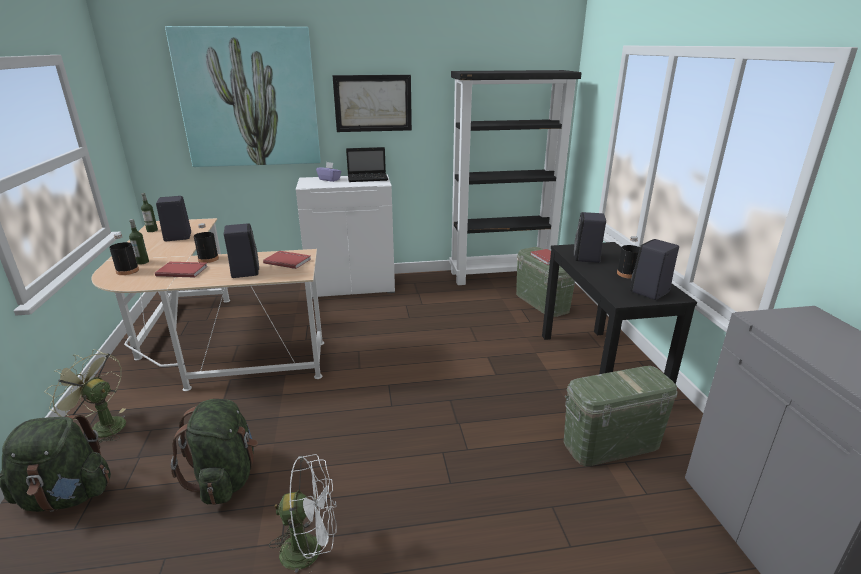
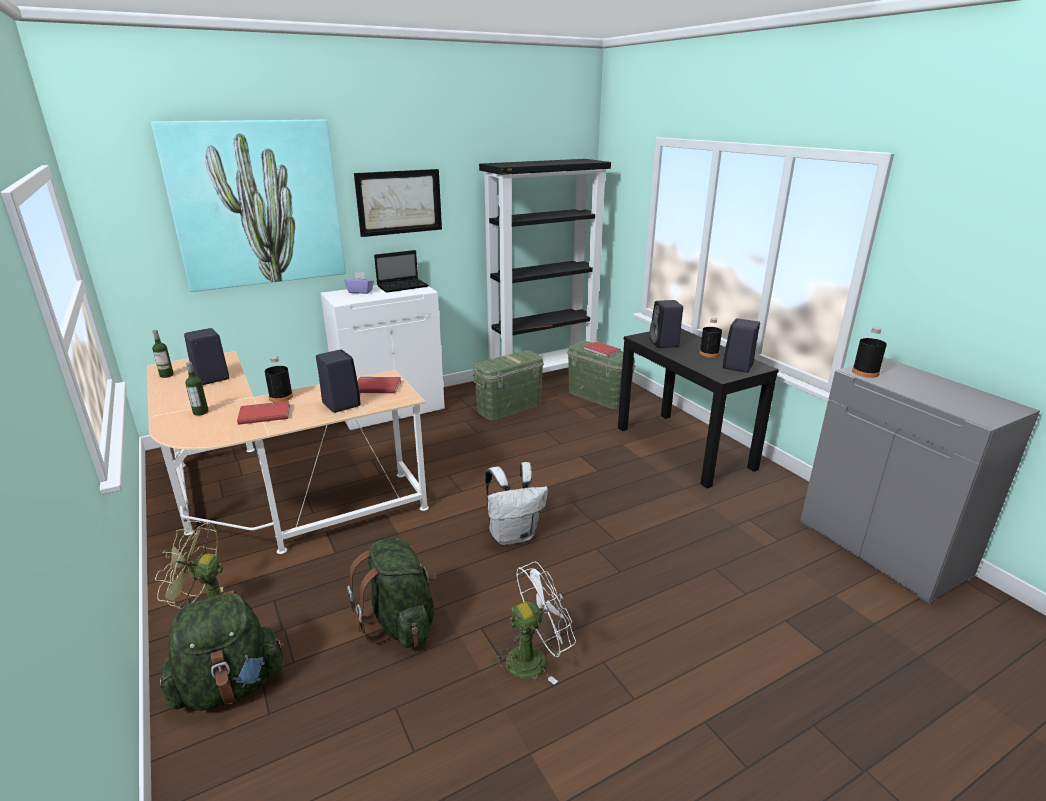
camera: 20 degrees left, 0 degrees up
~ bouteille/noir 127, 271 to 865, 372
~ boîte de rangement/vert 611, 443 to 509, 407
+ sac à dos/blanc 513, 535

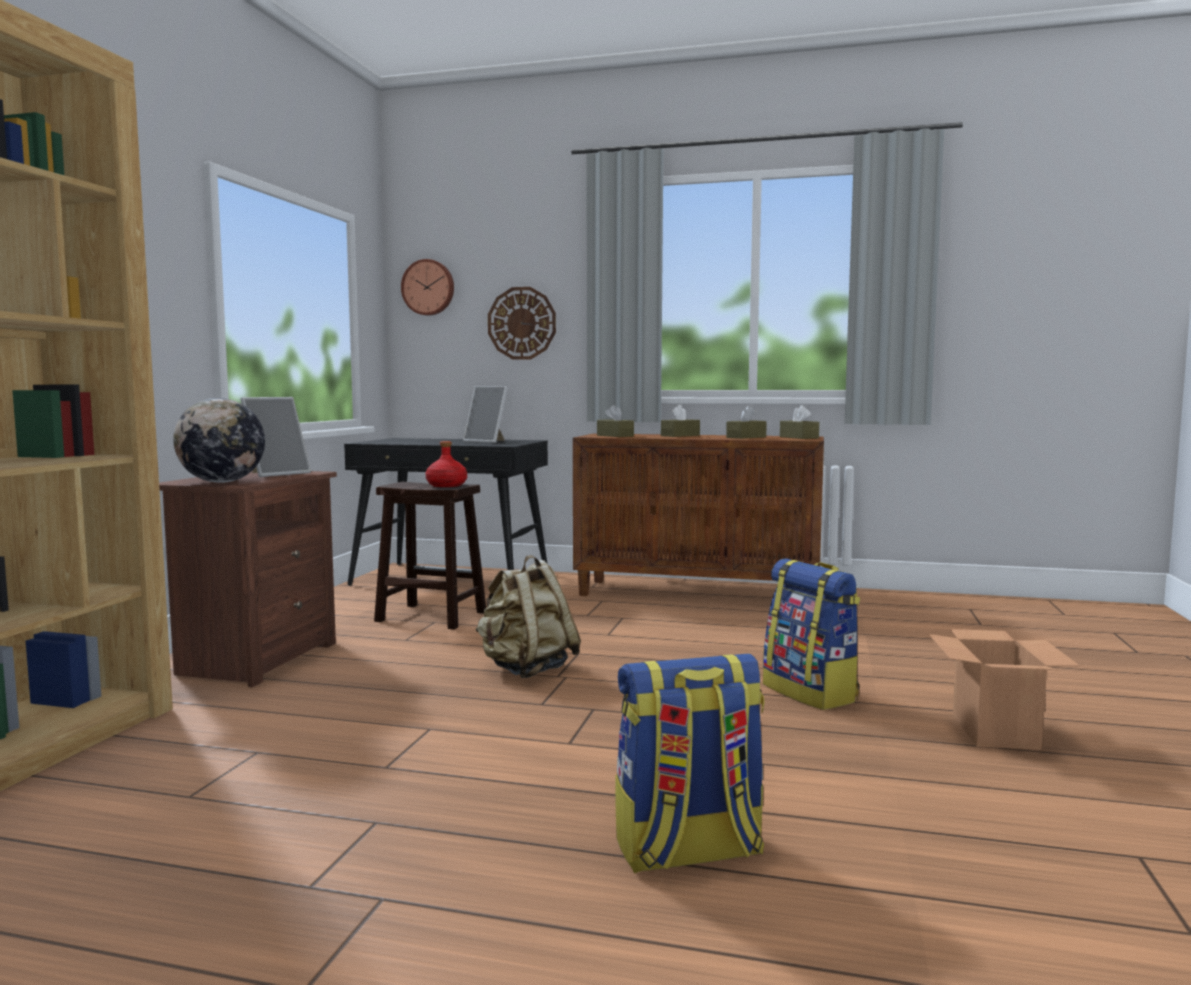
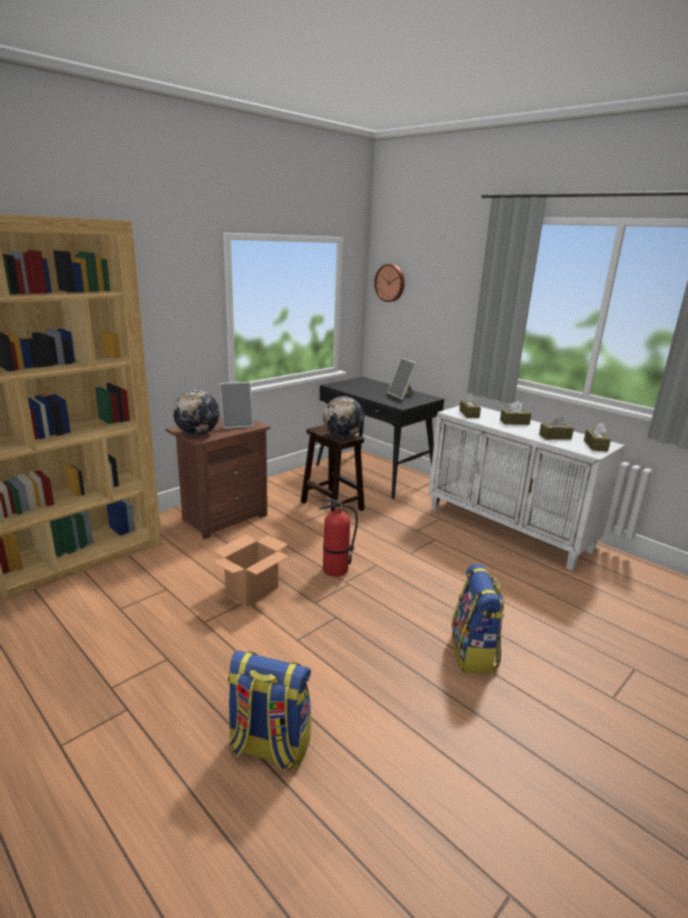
camera: 30 degrees right, 15 degrees up
- horloge murale 522, 323
~ meuble de rangement/marron 698, 594 to meuble de rangement/blanc 509, 529
~ bouteille/rouge 446, 485 to globe 342, 436
~ sac à dos/beige 526, 670 to extincteur 335, 570
~ carton 993, 731 to 252, 590

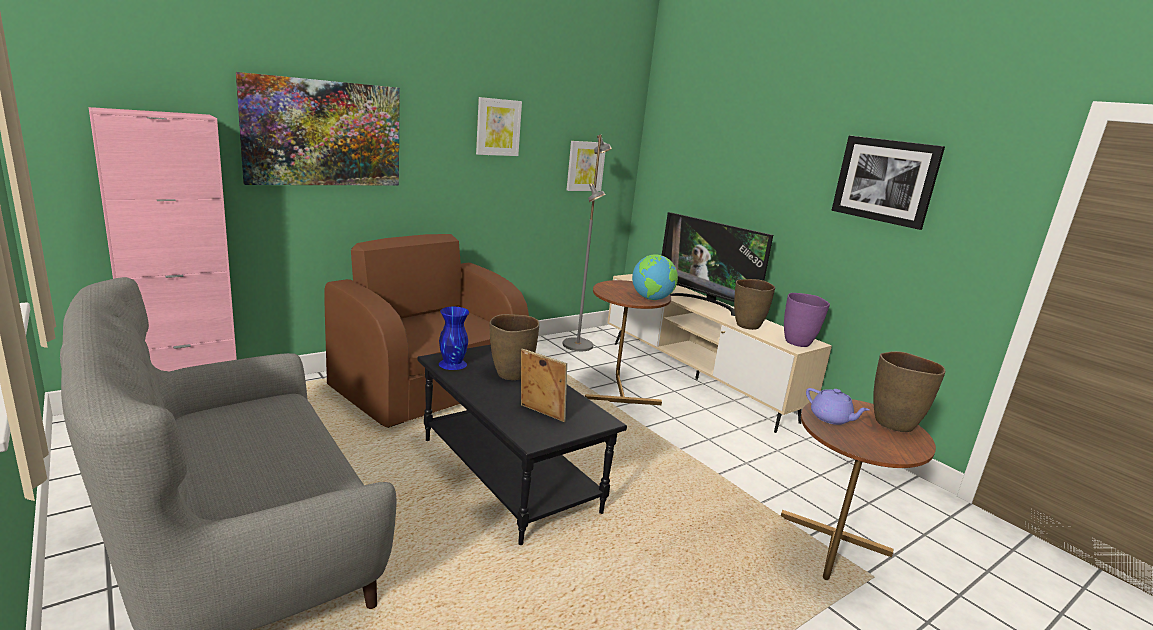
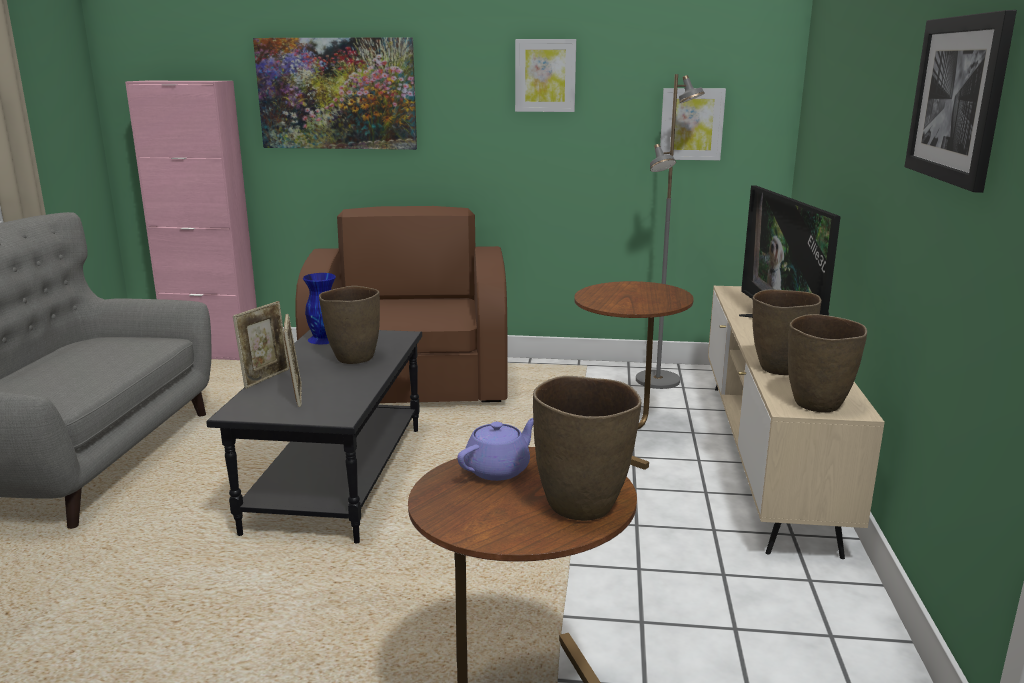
camera: 45 degrees right, 0 degrees up
- globe 652, 299
~ vase/violet 798, 343 to vase/marron 818, 405
~ théière/violet 831, 418 = 498, 469 135 degrees counterclockwise
+ cadre photo 266, 378

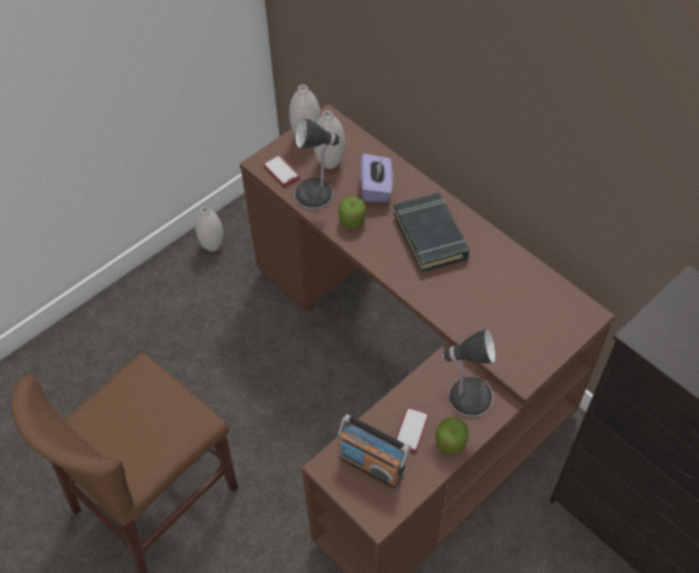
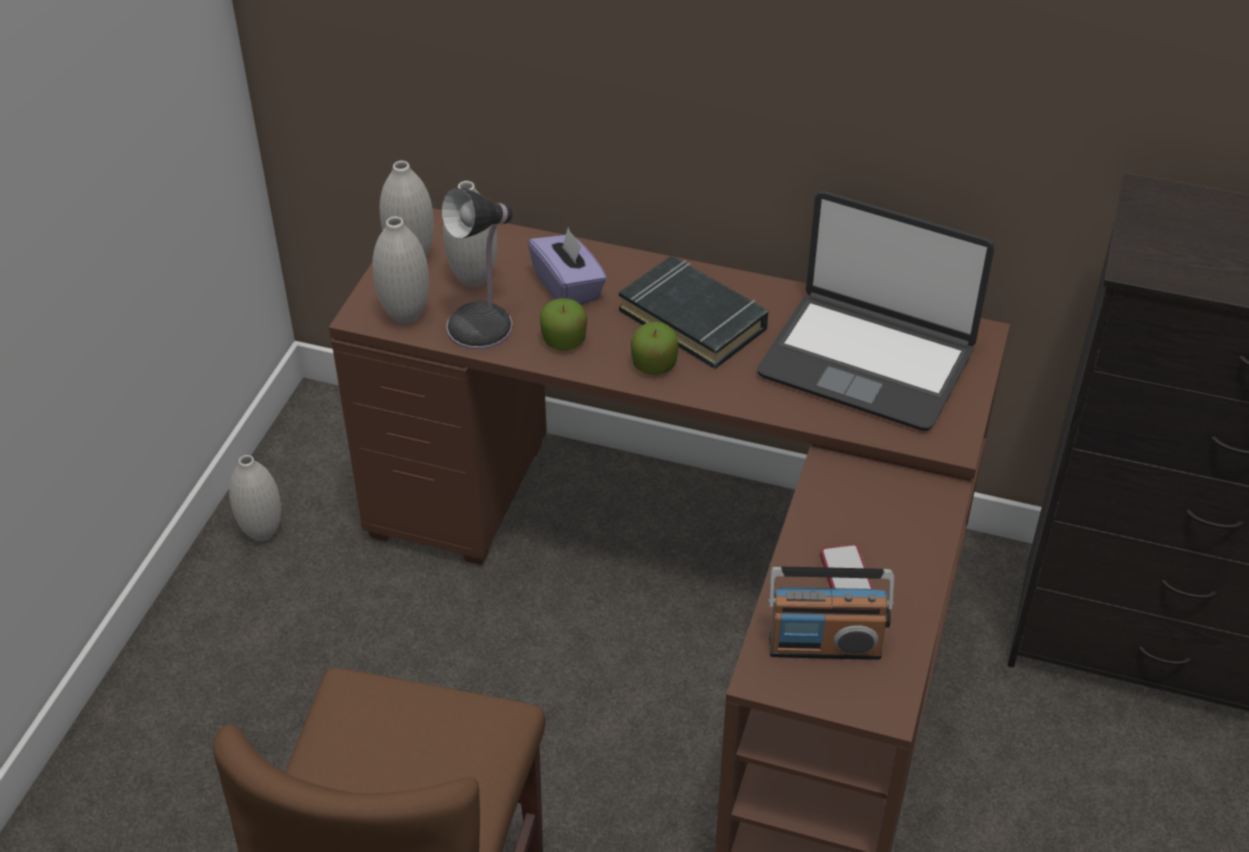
camera: 30 degrees left, 10 degrees down
~ téléphone 281, 172 to vase/blanc 406, 316
- lampe de table 467, 396
~ pomme 450, 442 to 654, 364
+ ordinateur portable 867, 361

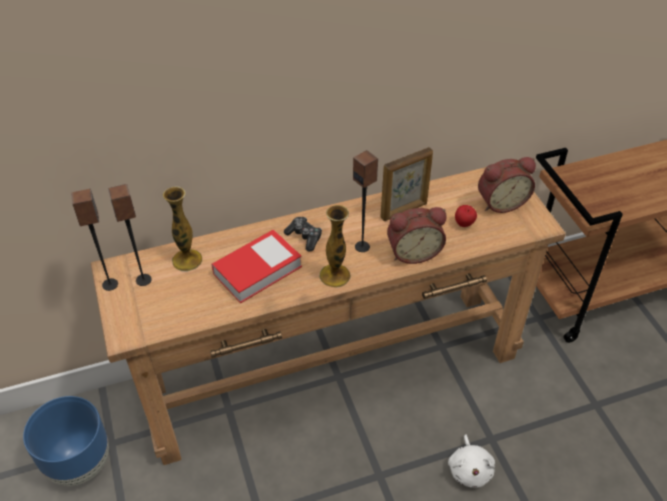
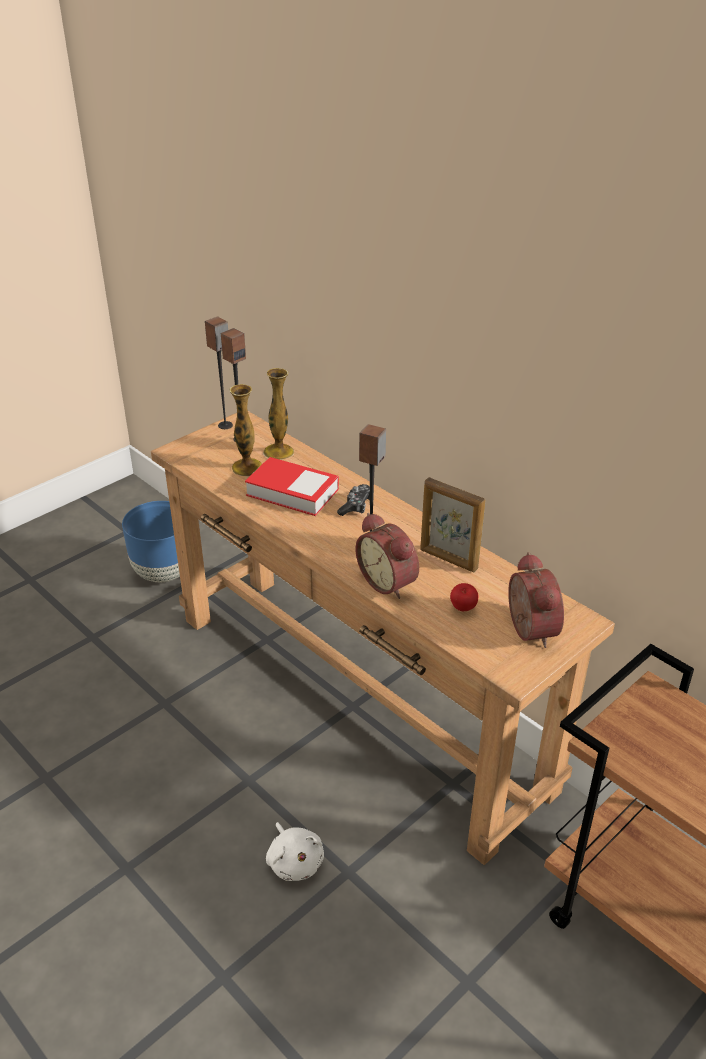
camera: 65 degrees right, 10 degrees down
~ réveil 500, 202 = 527, 630 150 degrees counterclockwise
~ vase 334, 276 to 247, 467
~ peluche/blanc 470, 469 = 295, 861 90 degrees counterclockwise

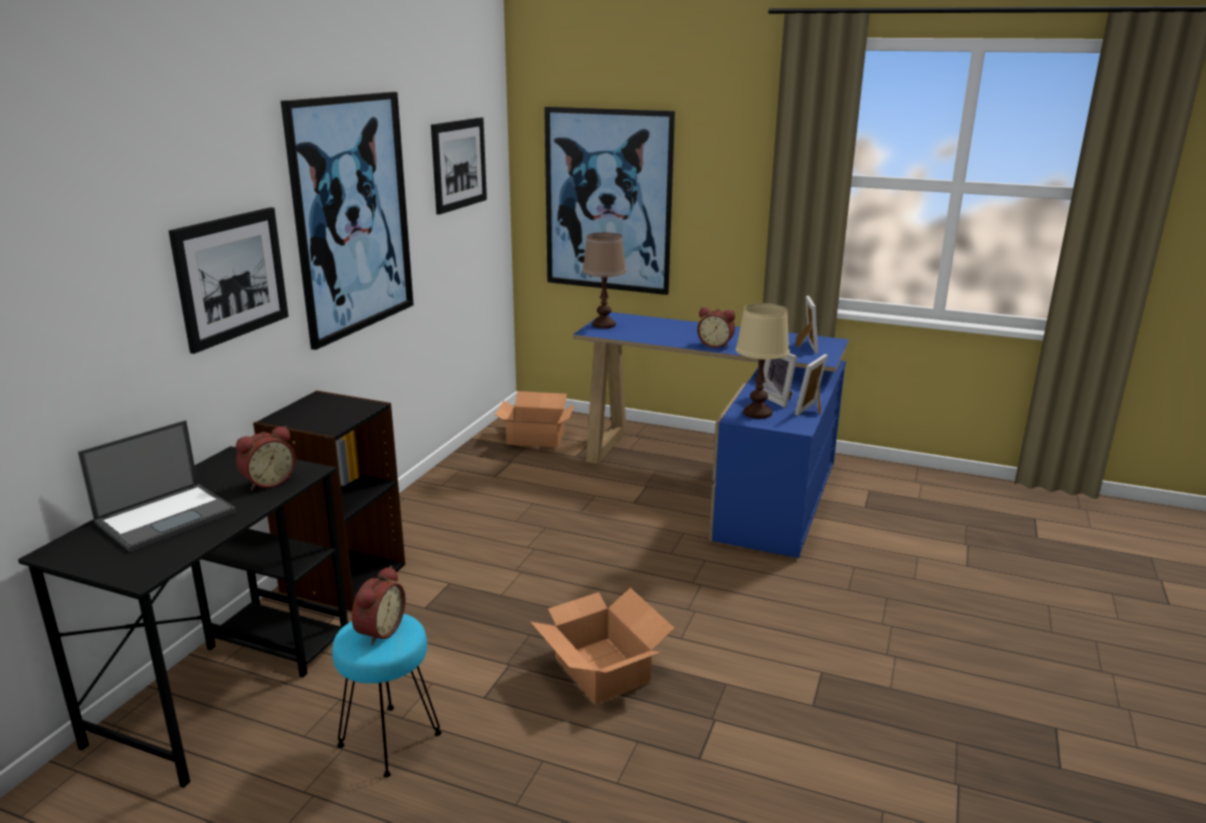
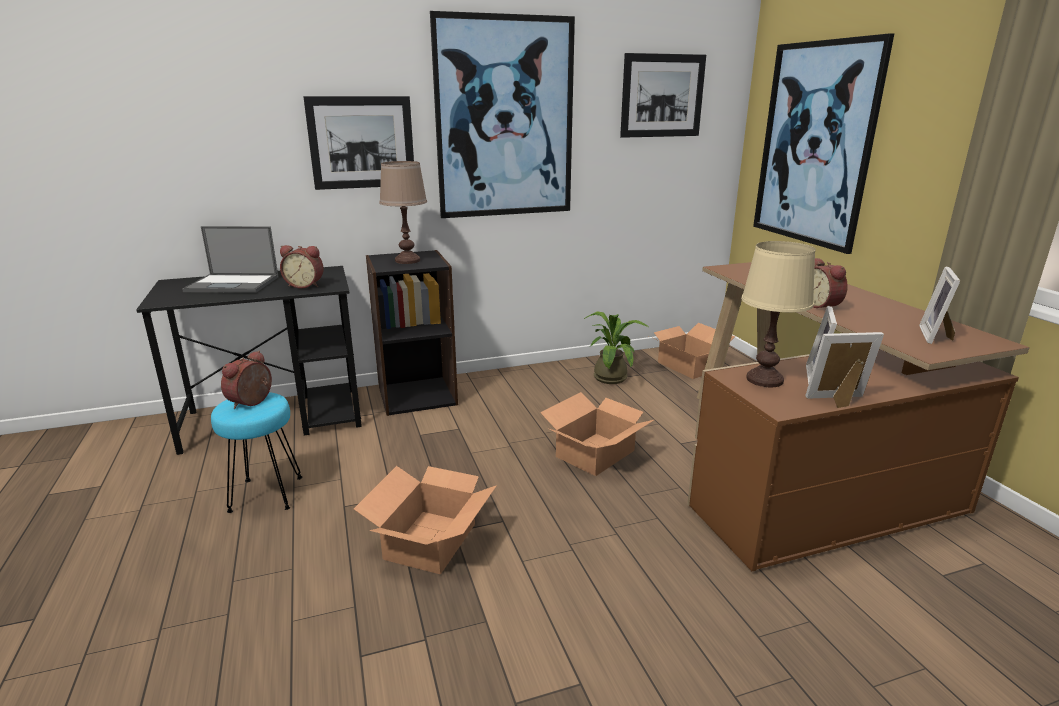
camera: 50 degrees right, 0 degrees up
~ lampe de table/marron 604, 325 to 408, 261
~ cadre photo 805, 347 = 936, 336 150 degrees clockwise
~ bureau/bleu 720, 478 to bureau/marron 801, 464
~ réveil 378, 630 = 252, 402 135 degrees clockwise
+ plante en pot 611, 376
+ carton 596, 454

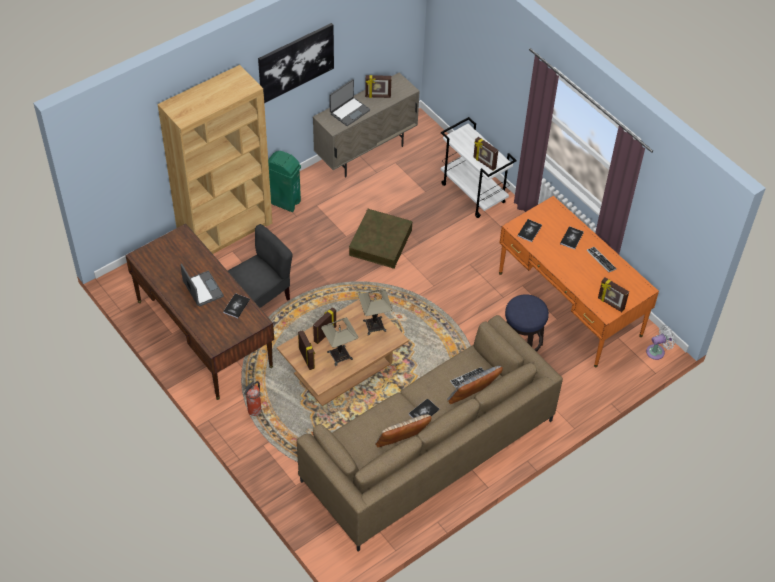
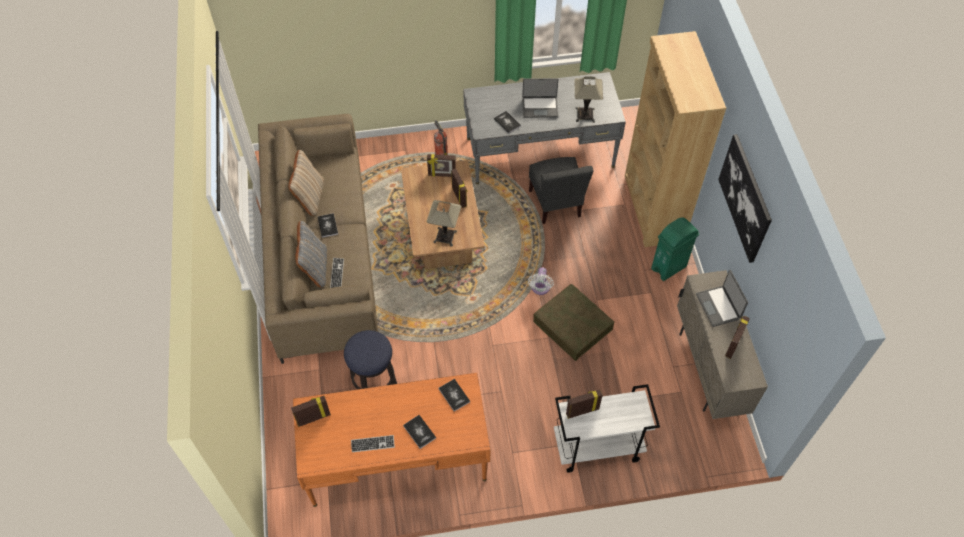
camera: 120 degrees right, 5 degrees up
~ bureau/marron 204, 334 to bureau/gris 540, 152
~ lampe de table 340, 355 to 585, 115
~ ventilateur/blanc 657, 351 to 540, 289

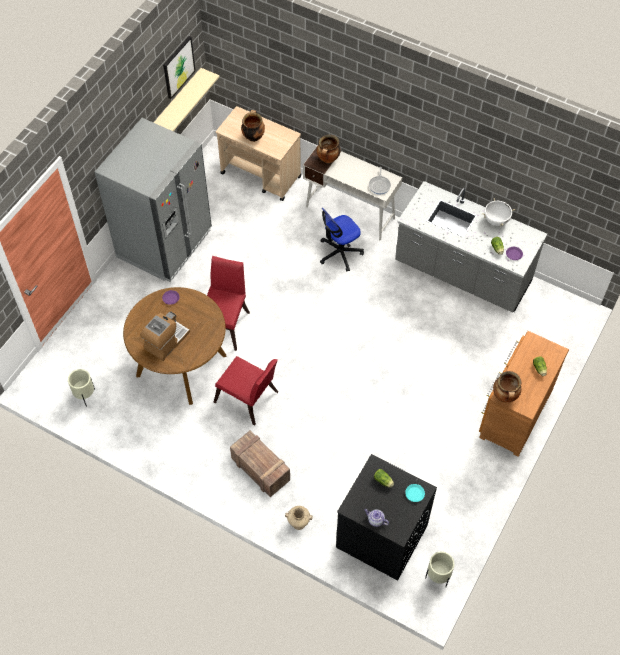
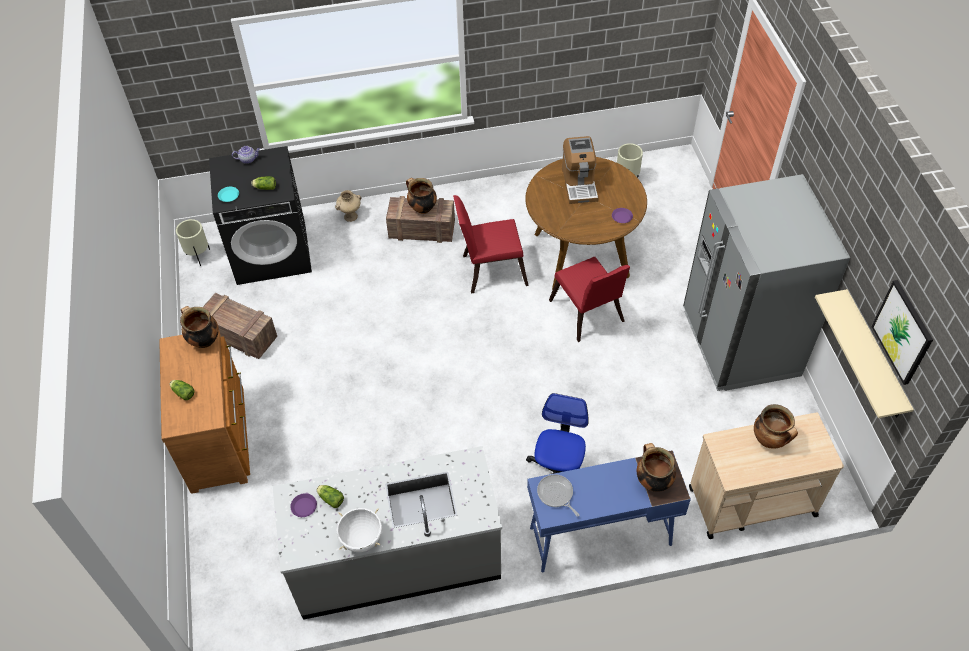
camera: 140 degrees right, 5 degrees down
~ bureau/blanc 350, 212 to bureau/bleu 599, 536
+ marmite 422, 208
+ caisse 241, 336

